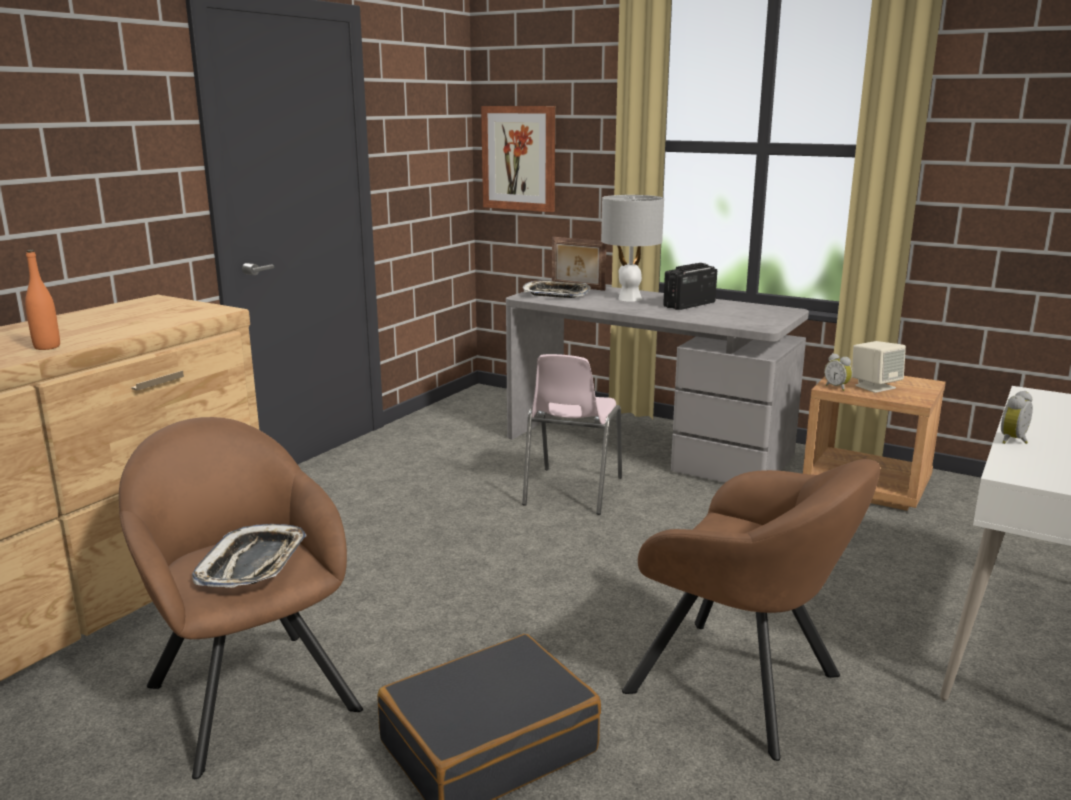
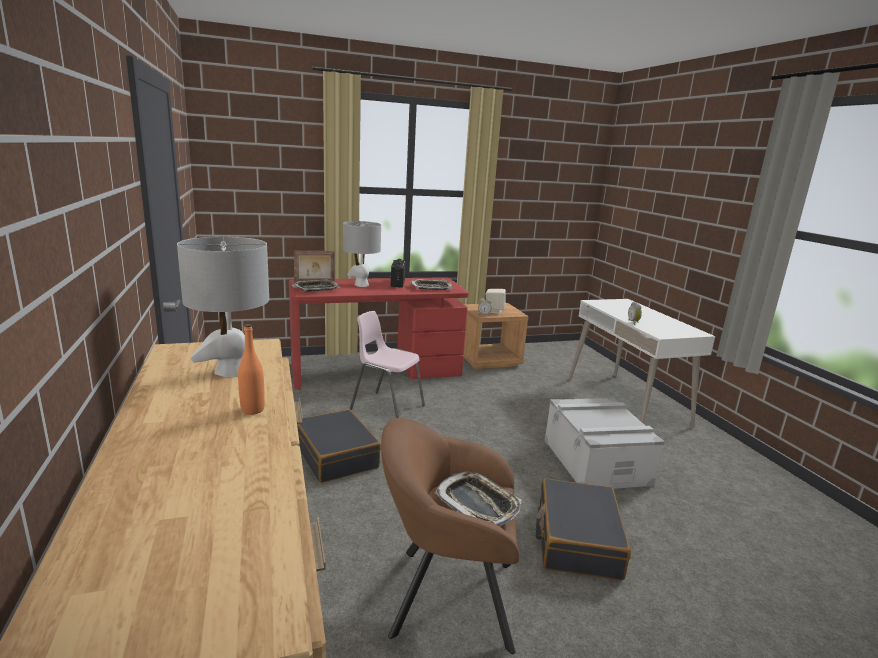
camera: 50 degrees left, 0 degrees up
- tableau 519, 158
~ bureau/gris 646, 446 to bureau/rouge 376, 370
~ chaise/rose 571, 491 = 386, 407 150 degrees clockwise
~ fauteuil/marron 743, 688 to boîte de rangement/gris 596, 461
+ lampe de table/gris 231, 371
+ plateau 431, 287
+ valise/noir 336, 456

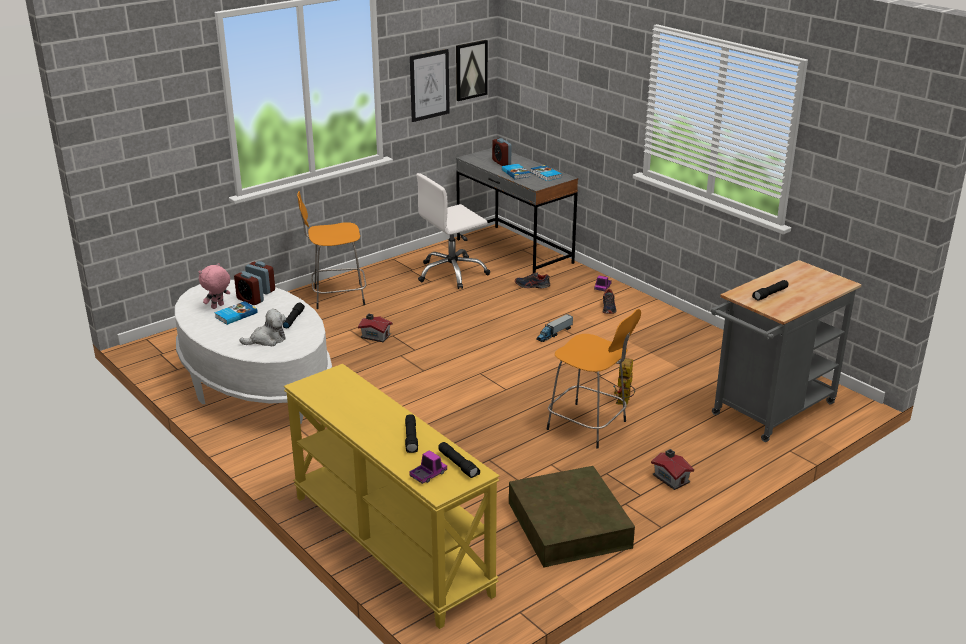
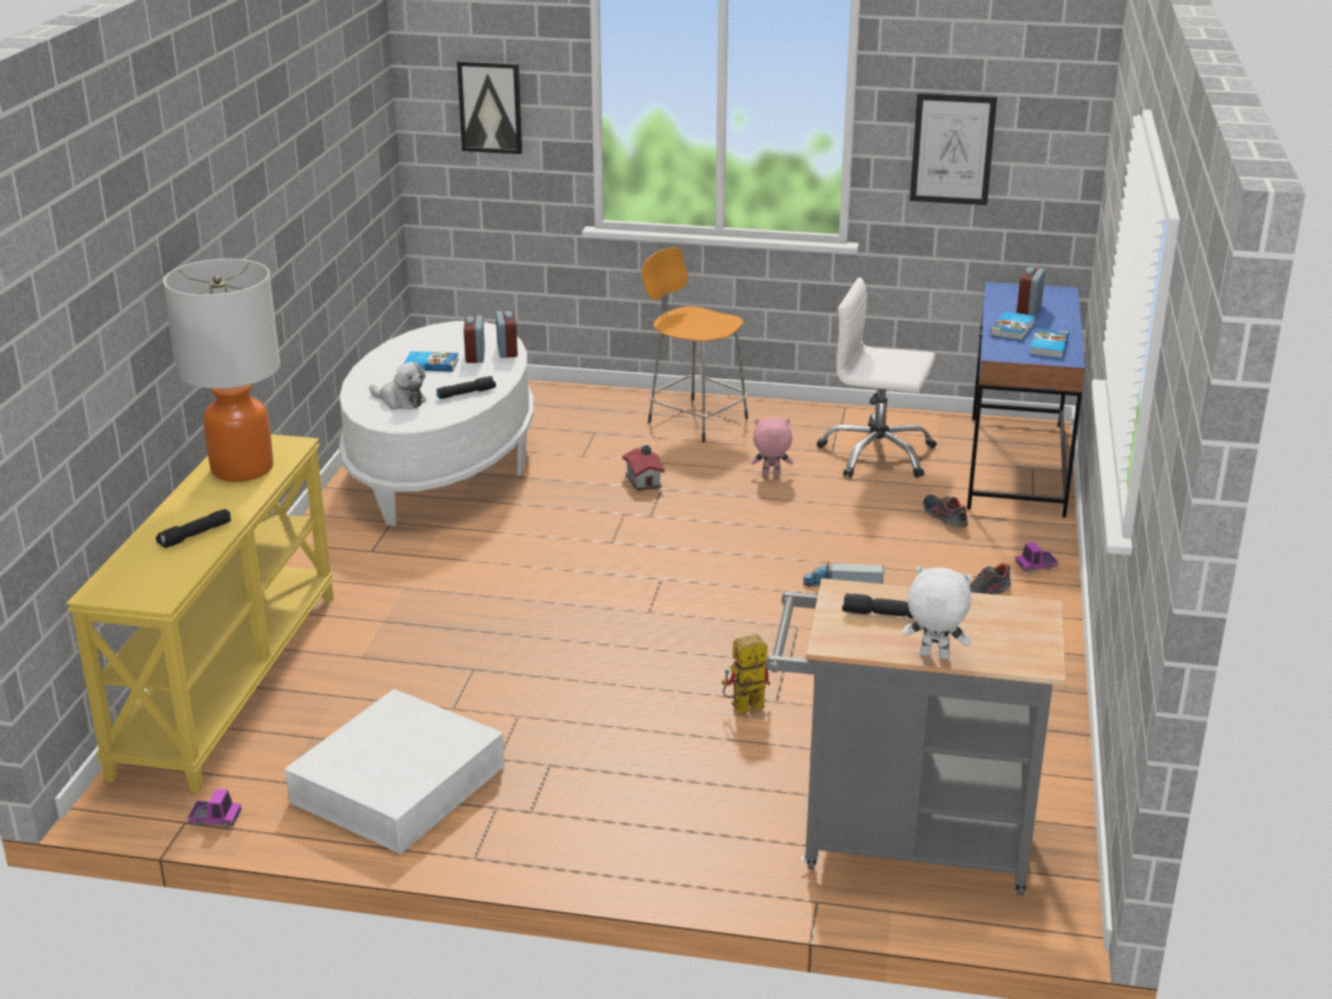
camera: 50 degrees right, 0 degrees up
~ tableau 470, 70 to 490, 106
~ bureau/gris 514, 251 to bureau/bleu 1016, 466
~ peluche/rose 218, 307 to 771, 475
- tabouret/orange 589, 426
- lampe de poche/noir 459, 464
- maison miniature 671, 478
~ camion jouet 428, 475 to 215, 819
~ boîte de rangement/marron 568, 525 to boîte de rangement/blanc 398, 784
+ lampe de table 242, 469
+ peluche/blanc 933, 656

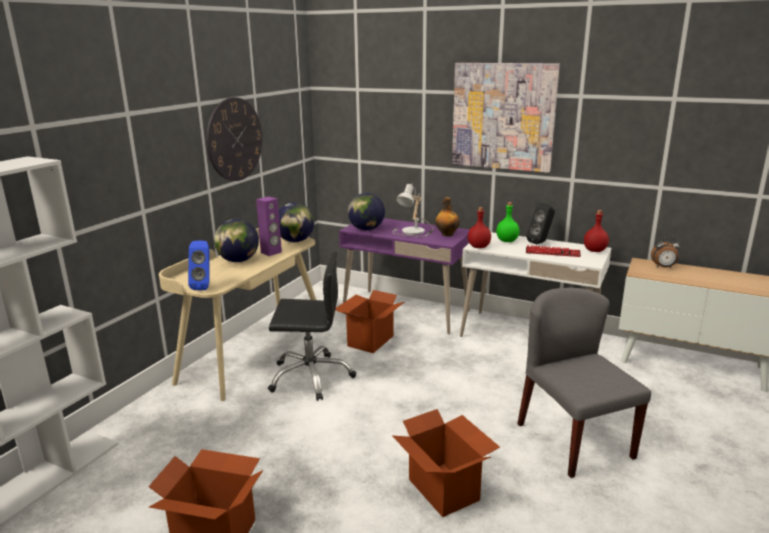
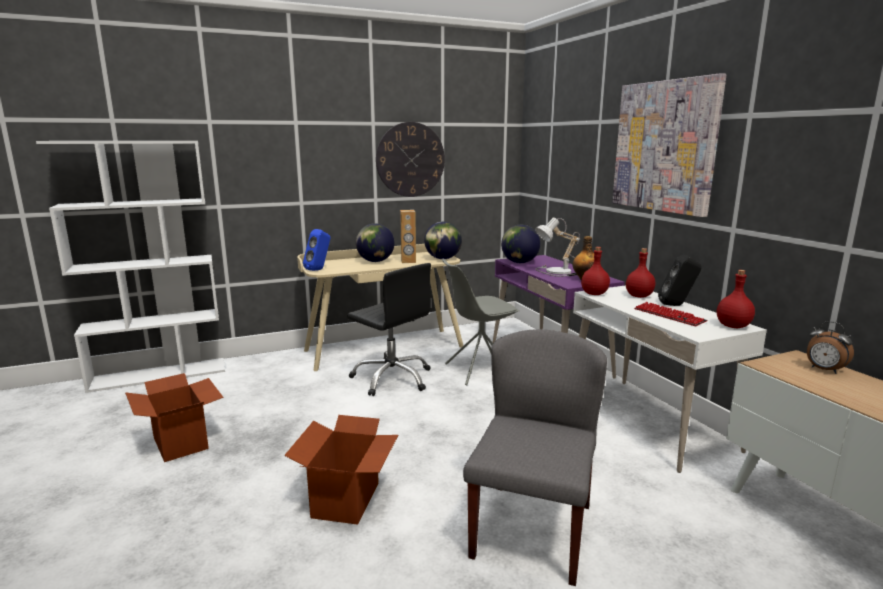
camera: 40 degrees right, 5 degrees down
~ enceinte/violet 271, 252 to enceinte/marron 408, 261
~ bouteille/vert 507, 241 to bouteille/rouge 639, 296
~ carton 370, 341 to chaise/gris 479, 370

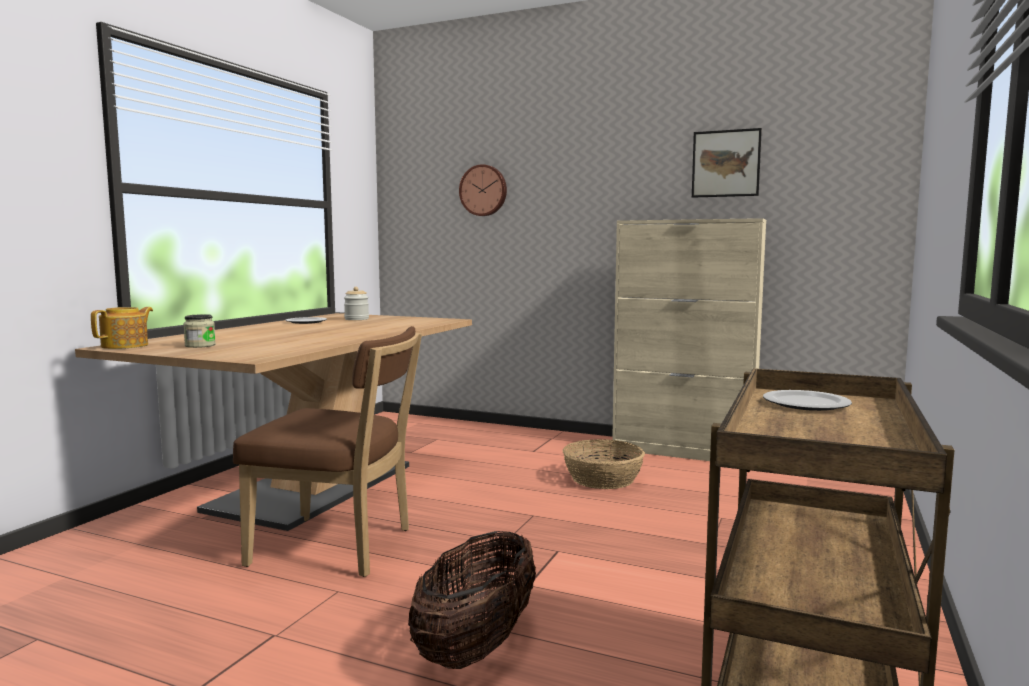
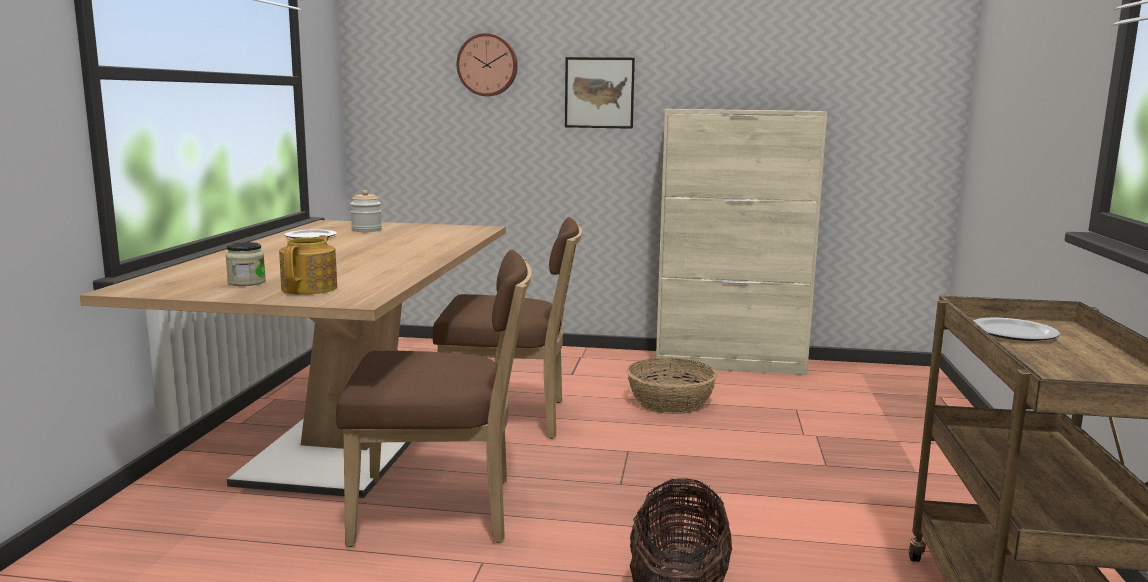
camera: 15 degrees left, 5 degrees up
~ tableau 726, 163 to 599, 93
~ théière 126, 345 to 311, 288
+ chaise/marron 510, 418

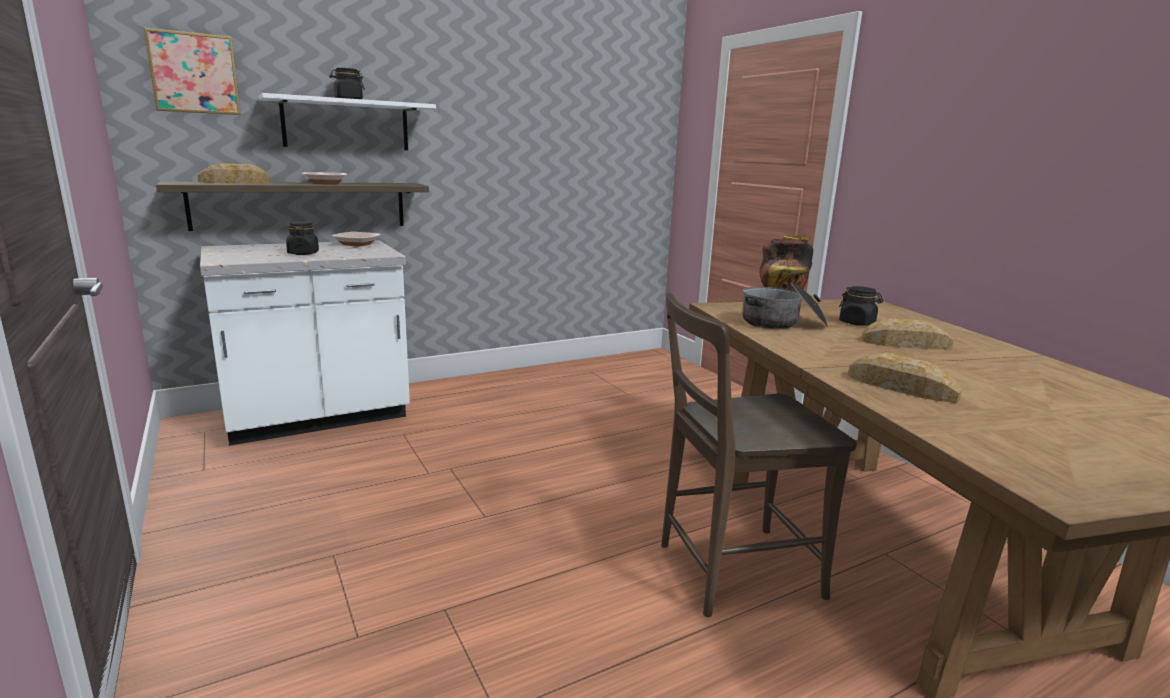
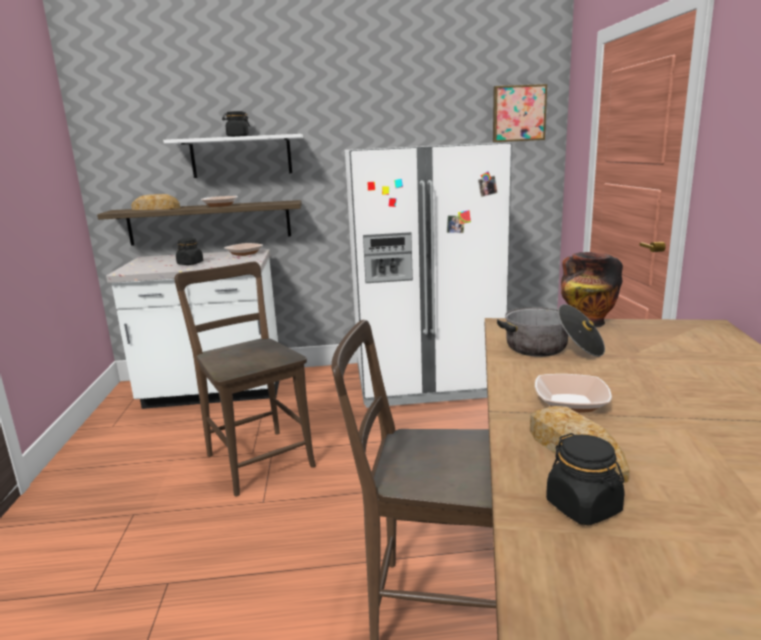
camera: 25 degrees right, 0 degrees up
~ tableau 194, 73 to 518, 113
~ bocal/noir 857, 323 to 583, 507
- pain 905, 344
+ réfrigérateur/blanc 425, 381
+ chaise/marron 257, 458
+ bol 571, 403

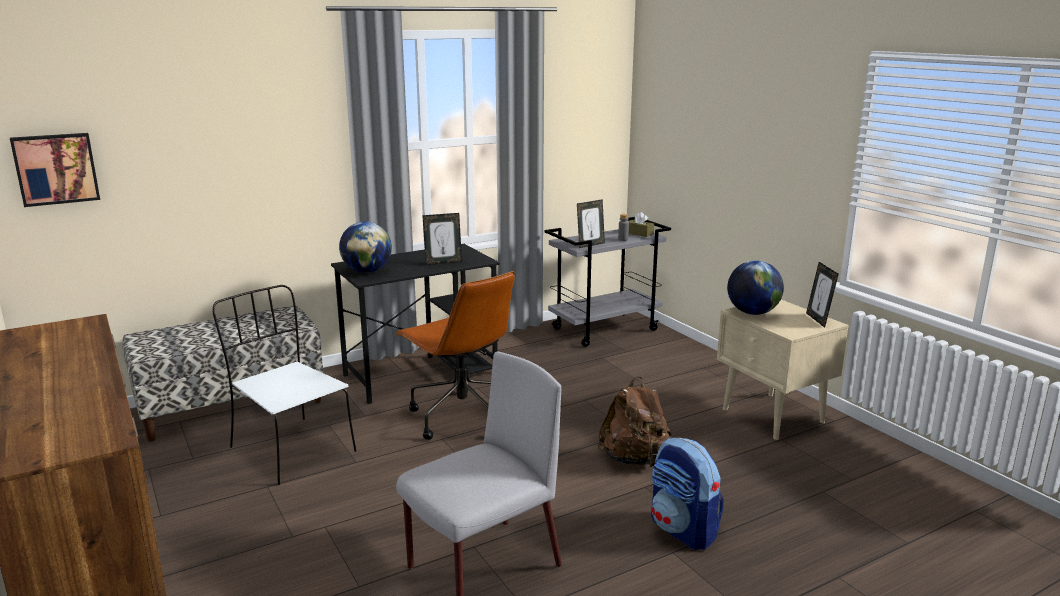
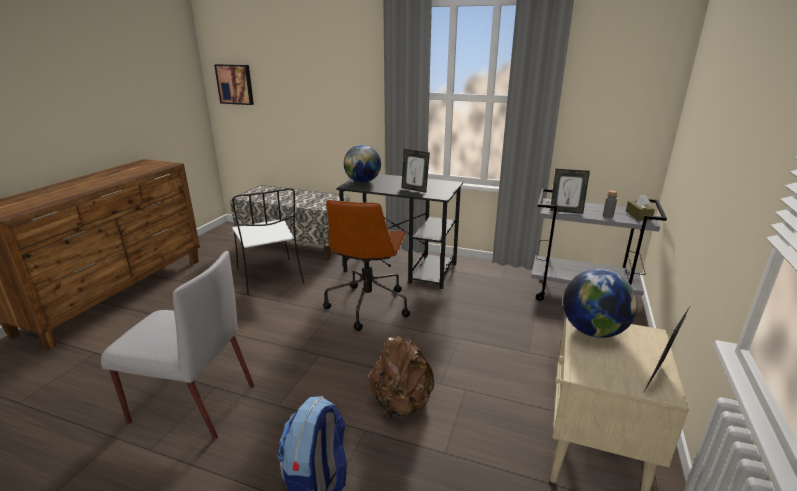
camera: 50 degrees right, 5 degrees up
~ chaise/blanc 290, 448 = 270, 277 150 degrees clockwise

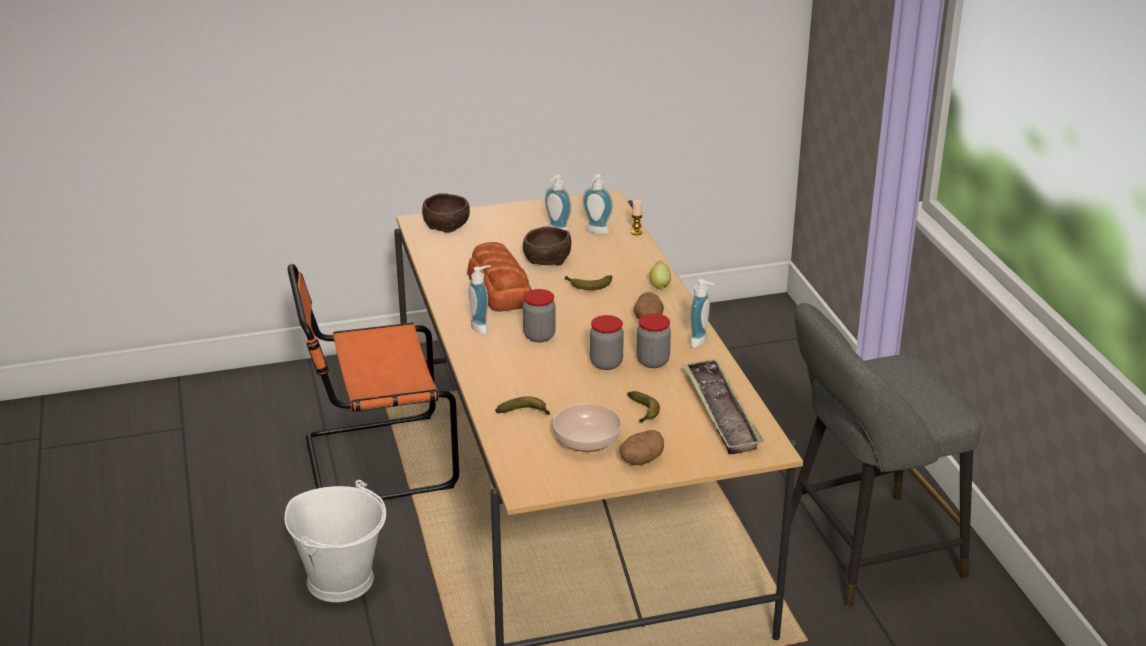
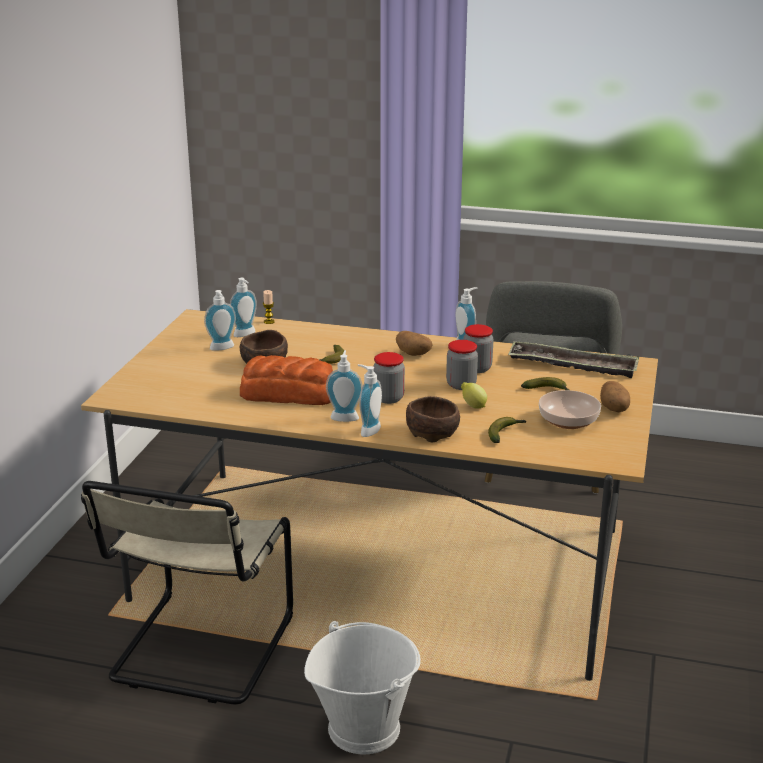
camera: 60 degrees left, 5 degrees down
~ bol/marron 447, 225 to 432, 432
~ citron 659, 285 to 473, 406
~ chaise/orange 373, 462 to chaise/beige 200, 652
+ distributeur de savon 367, 430

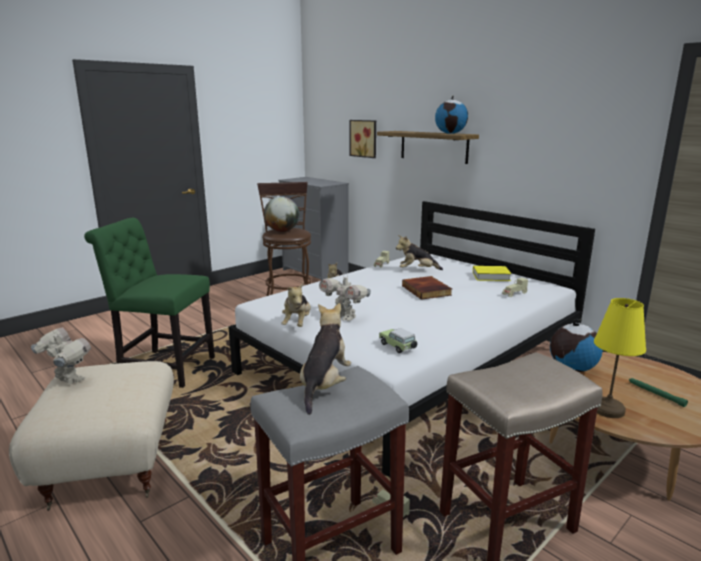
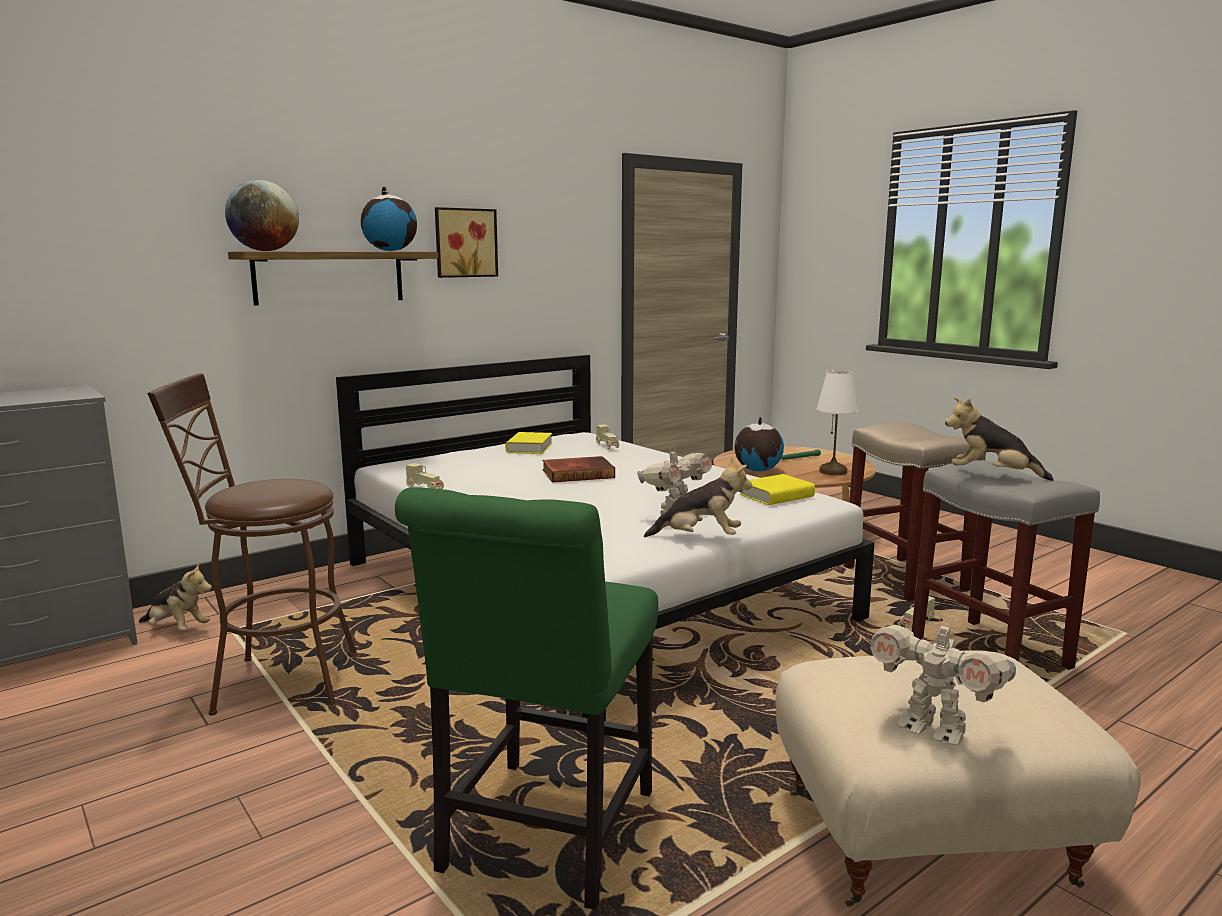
camera: 85 degrees left, 5 degrees down
~ tableau 364, 138 to 465, 243
~ globe 282, 231 to 265, 251
- peluche 417, 270
~ lampe de table/jaune 608, 410 to lampe de table/blanc 833, 471
~ robot jouet 67, 380 = 933, 729 90 degrees counterclockwise
~ petite voiture 398, 347 to livre/jaune 776, 496

